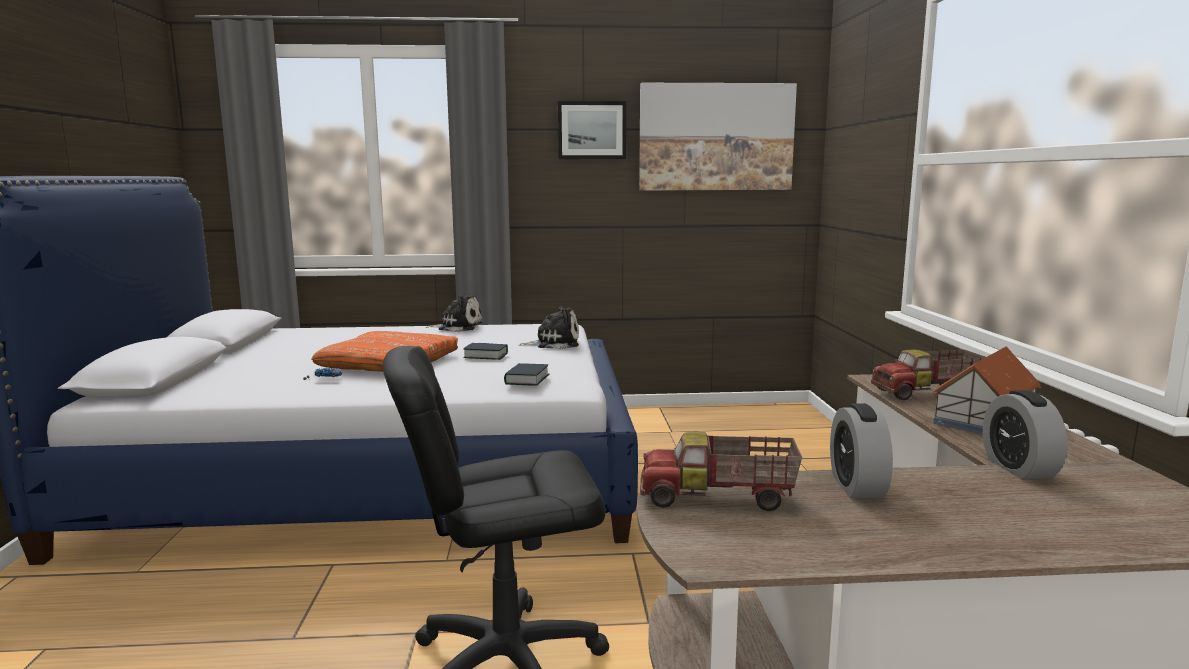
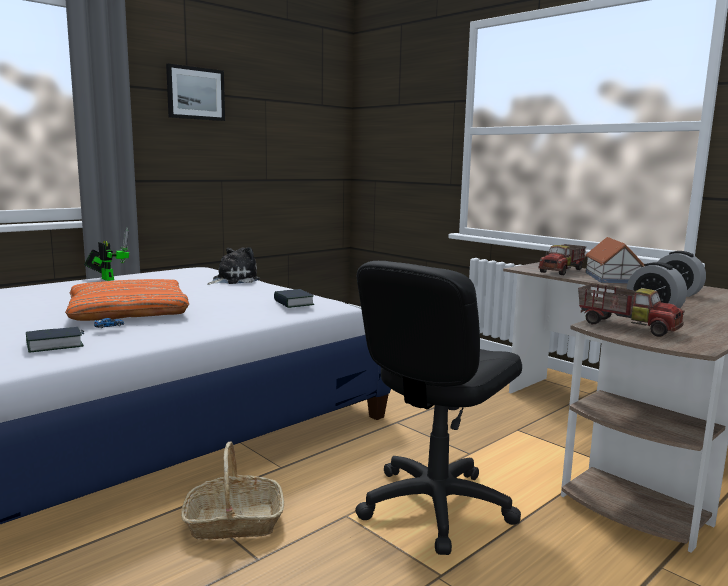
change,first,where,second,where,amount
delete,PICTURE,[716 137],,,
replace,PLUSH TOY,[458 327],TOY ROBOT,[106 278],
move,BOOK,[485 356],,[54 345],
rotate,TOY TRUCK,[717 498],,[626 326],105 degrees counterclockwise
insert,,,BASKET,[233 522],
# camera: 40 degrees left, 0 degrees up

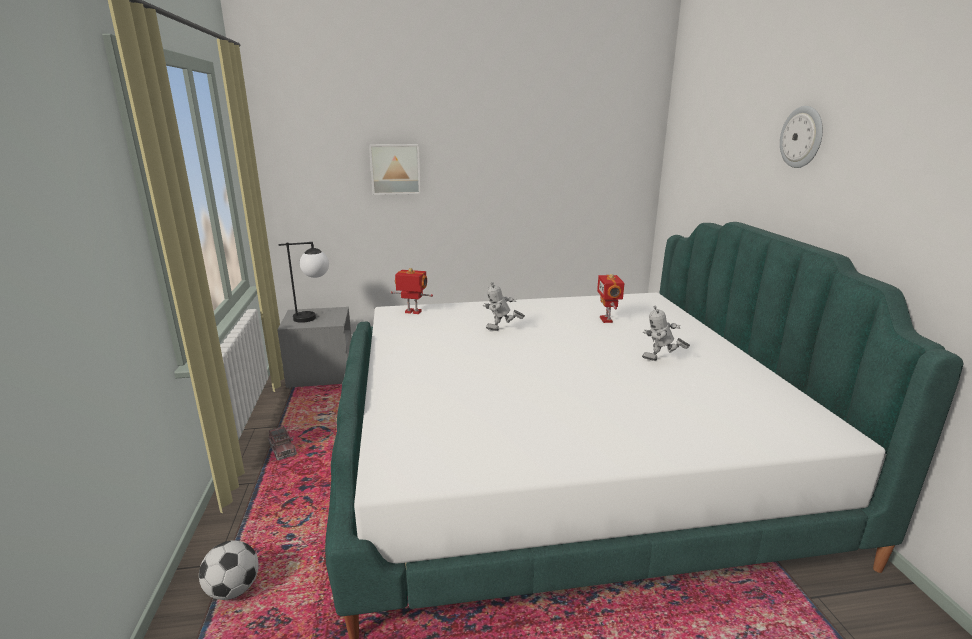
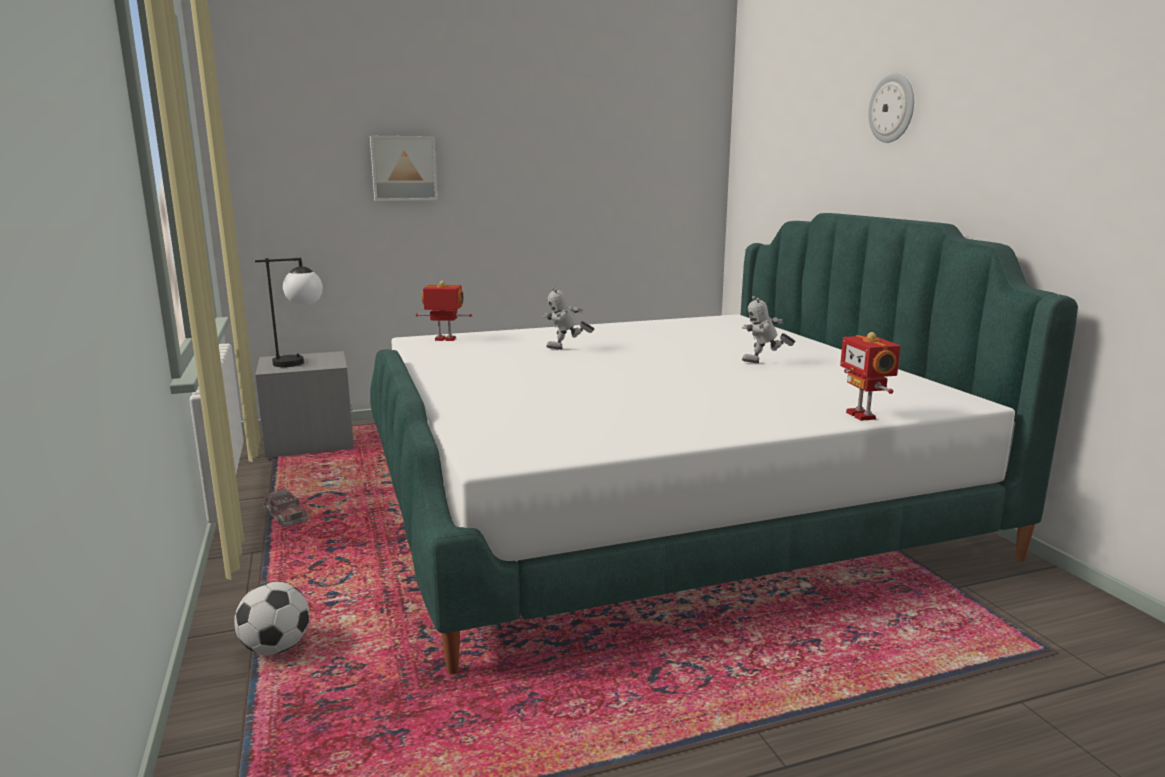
change,first,where,second,where,amount
move,TOY ROBOT,[607 320],,[862 415],
# camera: 10 degrees left, 5 degrees down

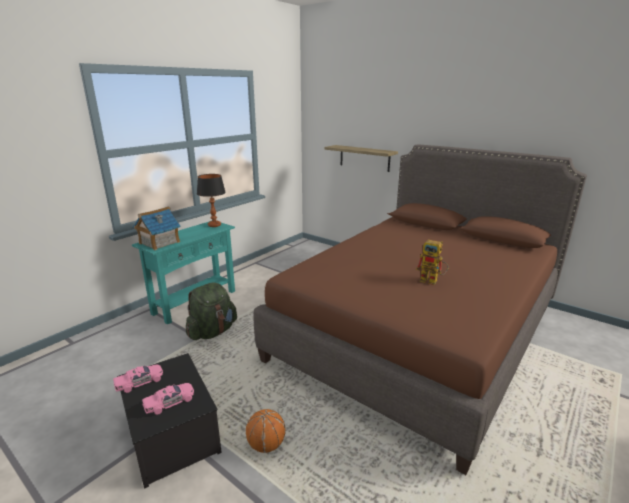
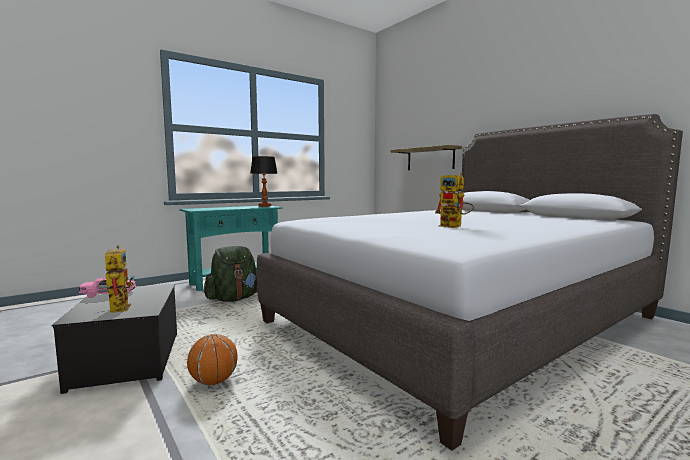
change,first,where,second,where,amount
recolor,BROWN BED,[418 331],GREY BED,[461 319],
delete,TOY HOUSE,[159 242],,,
replace,PINK TOY CAR,[170 403],TOY ROBOT,[118 307],
# camera: 15 degrees right, 15 degrees down

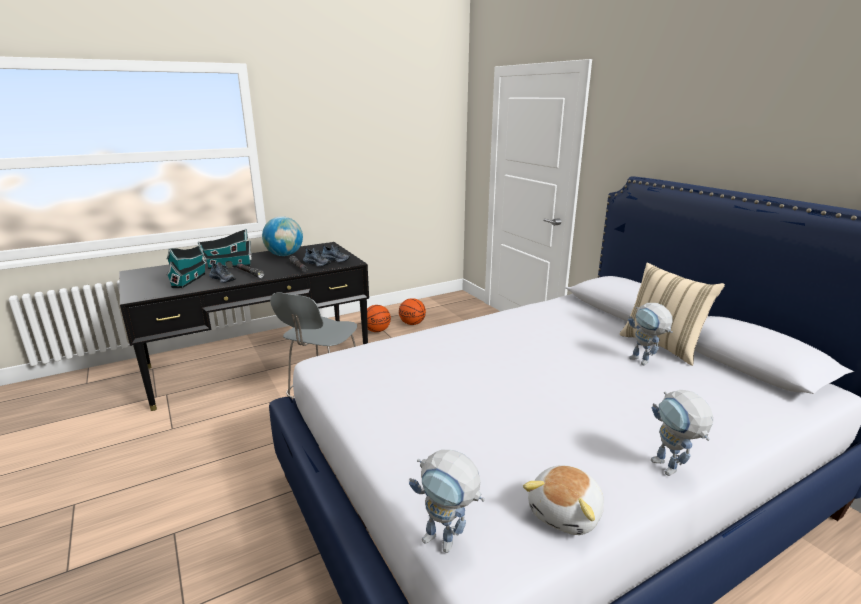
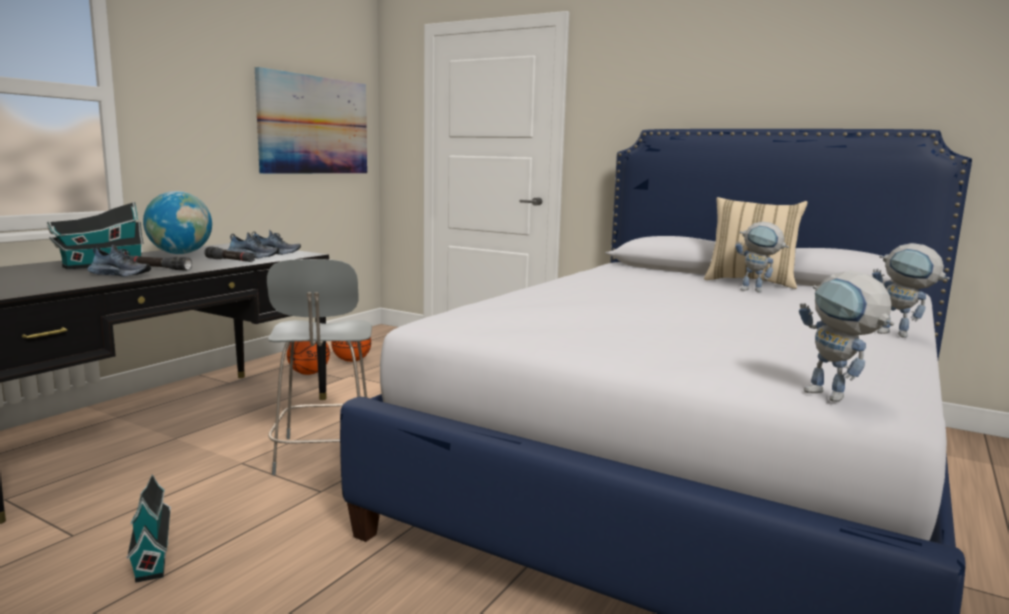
change,first,where,second,where,amount
move,TOY HOUSE,[190 280],,[152 553],
rotate,TOY ROBOT,[447 543],,[836 398],60 degrees clockwise
delete,PLUSH TOY,[566 513],,,
insert,,,PICTURE,[314 125],
# camera: 30 degrees left, 10 degrees down

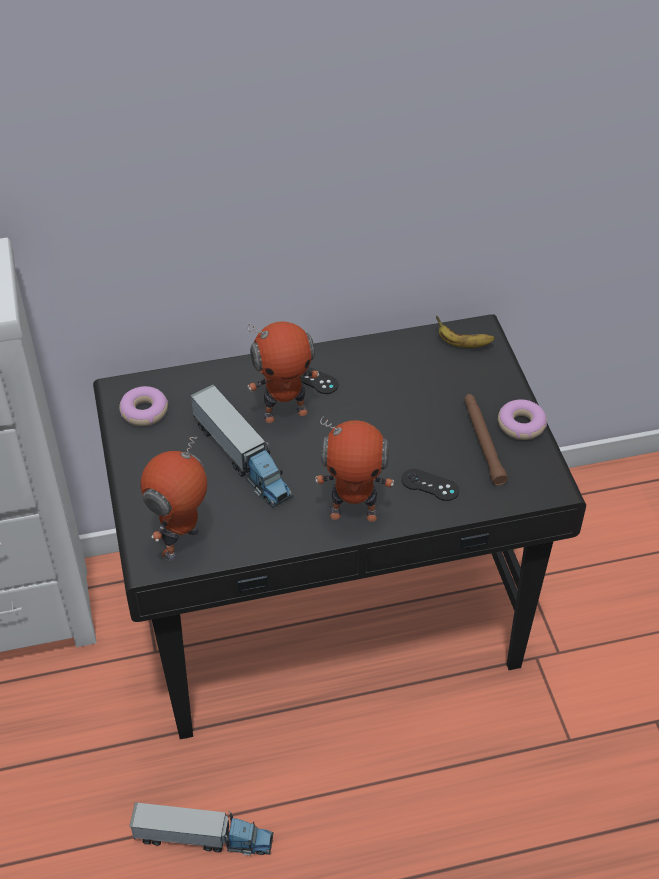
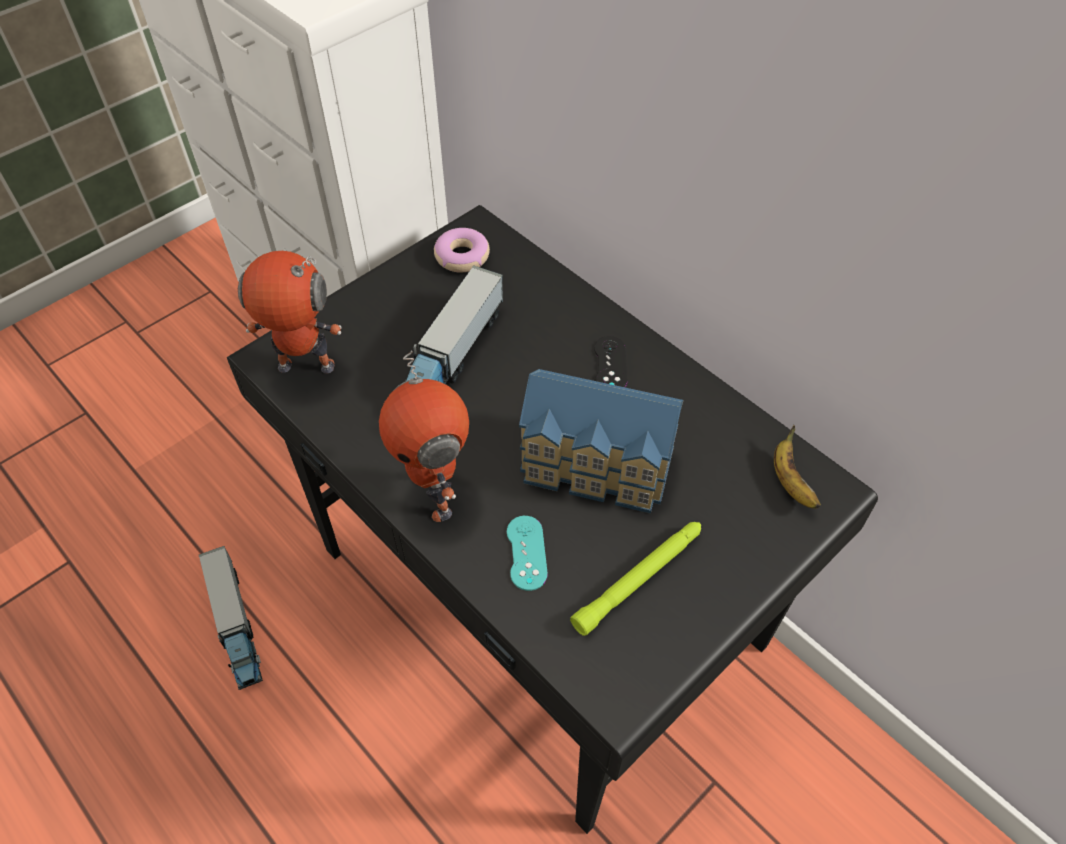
change,first,where,second,where,amount
delete,TOY ROBOT,[285 412],,,
recolor,BROWN FLASHLIGHT,[483 441],GREEN FLASHLIGHT,[639 578],
delete,DONUT,[521 425],,,
recolor,BLACK GAME CONTROLLER,[430 485],TURQUOISE GAME CONTROLLER,[526 552],
insert,,,TOY HOUSE,[596 467],
# camera: 60 degrees right, 5 degrees up

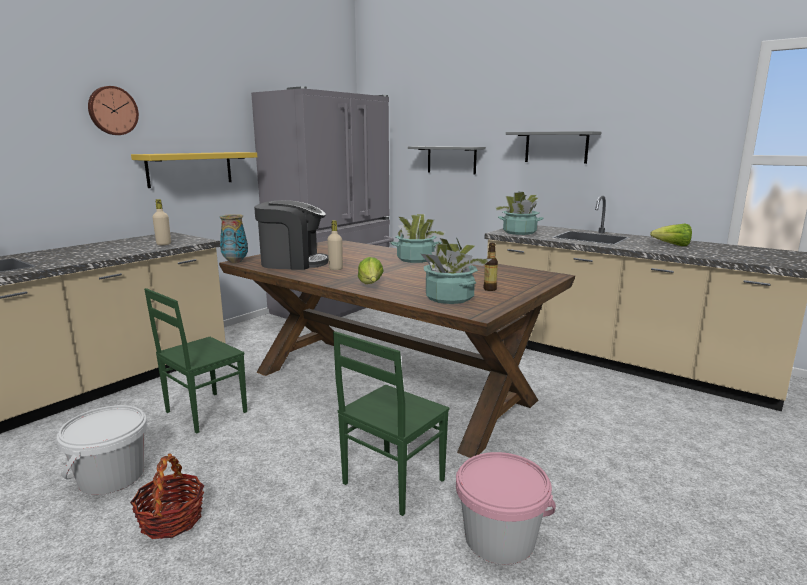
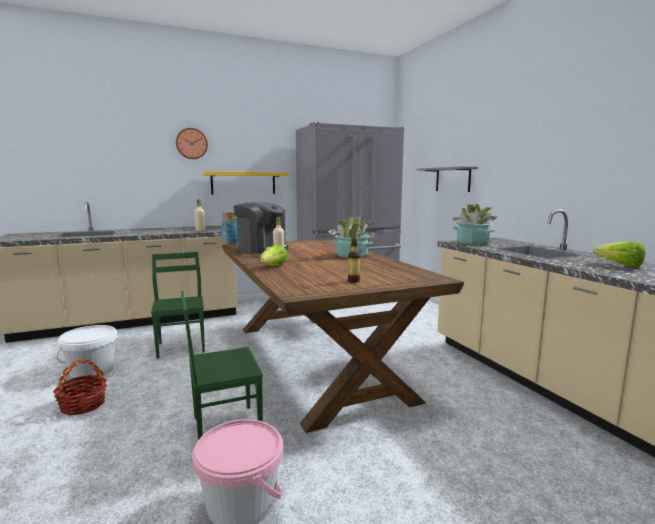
change,first,where,second,where,amount
delete,GREY SHELF,[556 147],,,
delete,POTTED PLANT,[449 297],,,
rotate,GREEN CHAIR,[204 412],,[182 347],90 degrees clockwise
# camera: 30 degrees right, 5 degrees down

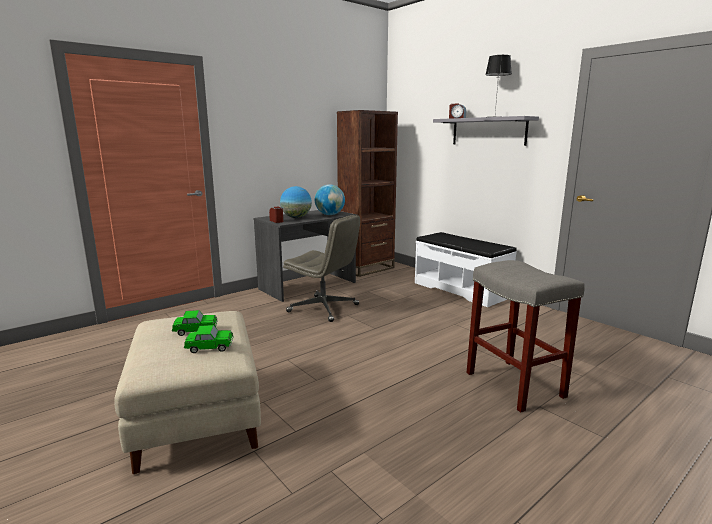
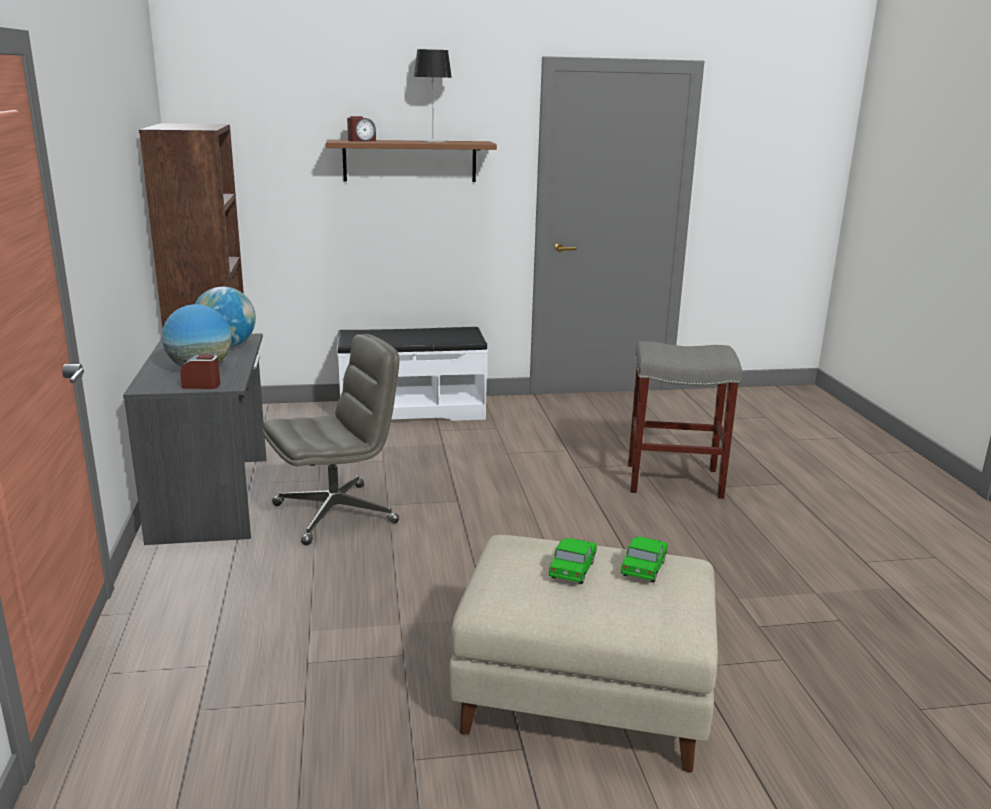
change,first,where,second,where,amount
recolor,GREY SHELF,[488 131],BROWN SHELF,[410 161],
# camera: 60 degrees left, 5 degrees up

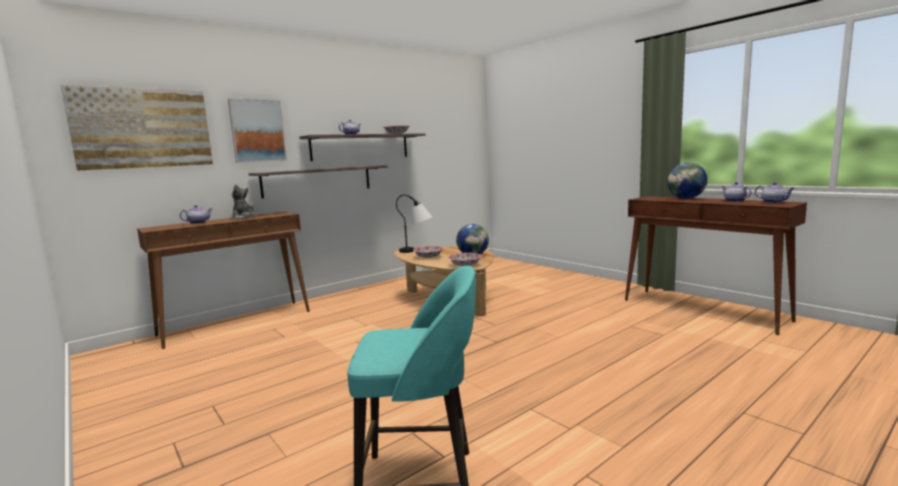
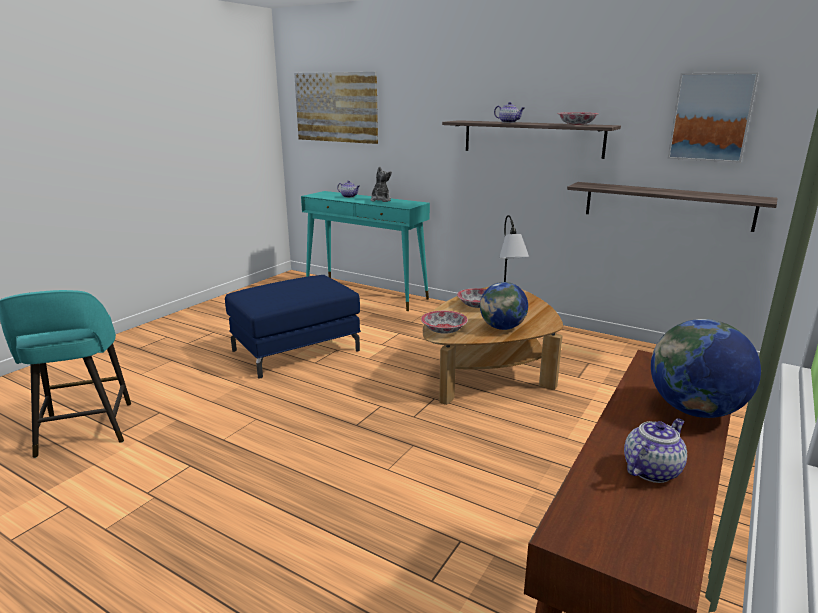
change,first,where,second,where,amount
move,PICTURE,[258 131],,[711 117],
move,SHELF,[318 181],,[667 205],
delete,TEAPOT,[773 202],,,
recolor,BROWN CONSOLE TABLE,[237 323],TURQUOISE CONSOLE TABLE,[366 293],
insert,,,BLUE OTTOMAN,[296 350],
# camera: 70 degrees right, 10 degrees up

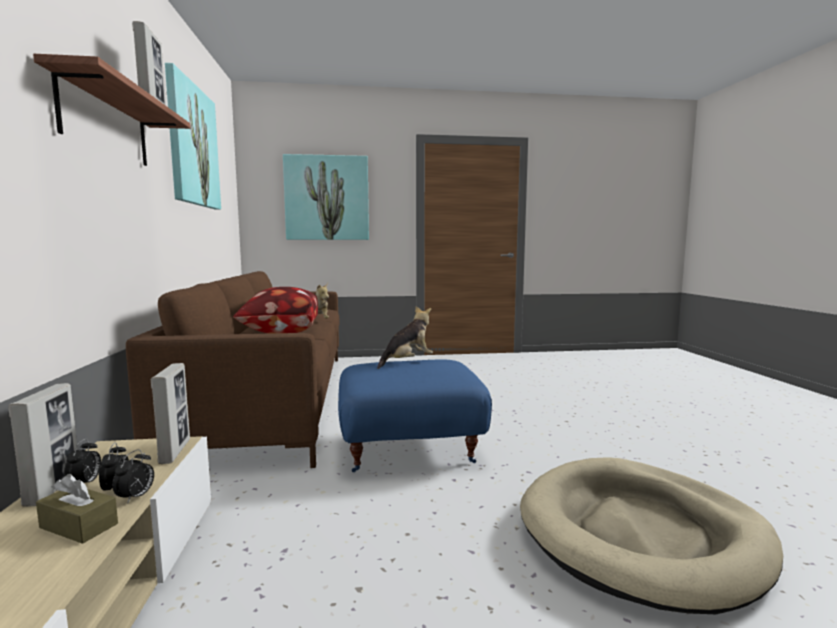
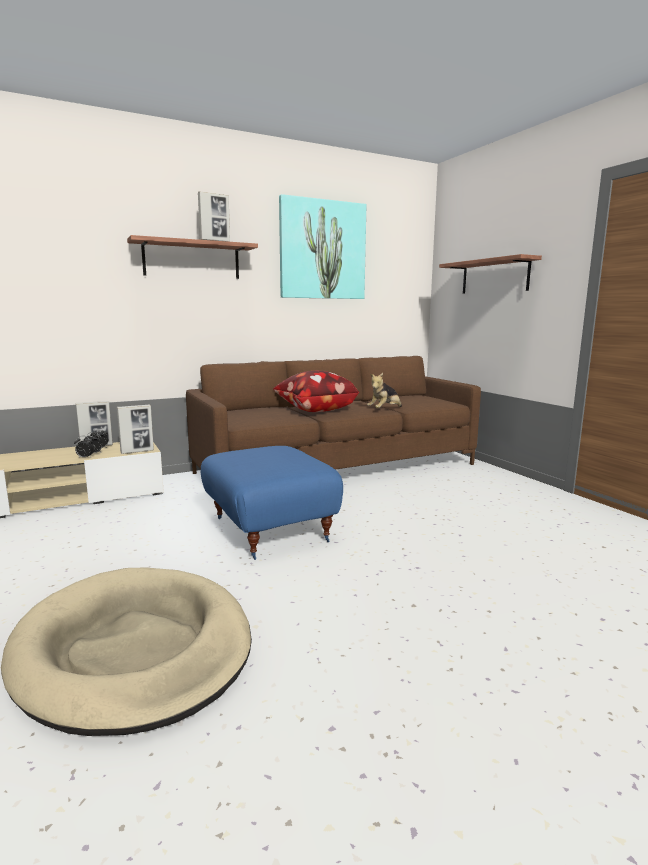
change,first,where,second,where,amount
replace,PICTURE,[327 198],SHELF,[494 276],
delete,PLUSH TOY,[407 362],,,
delete,BROWN TISSUE BOX,[79 526],,,
# camera: 70 degrees right, 5 degrees up

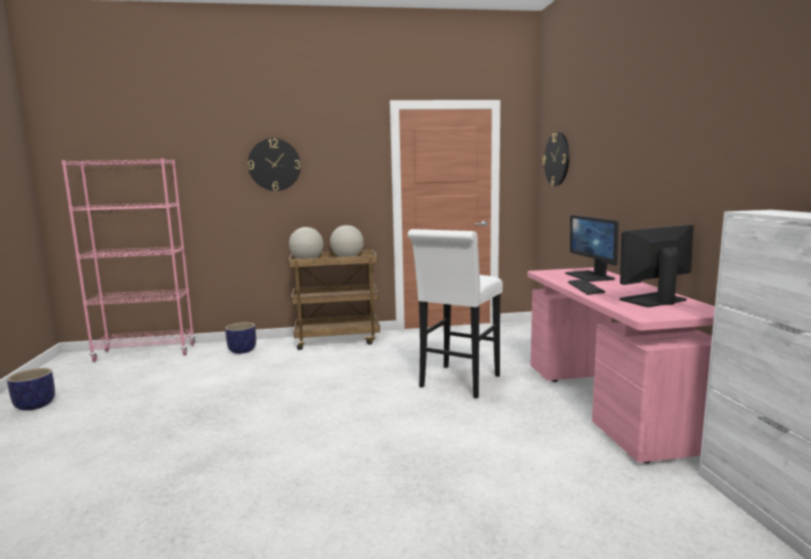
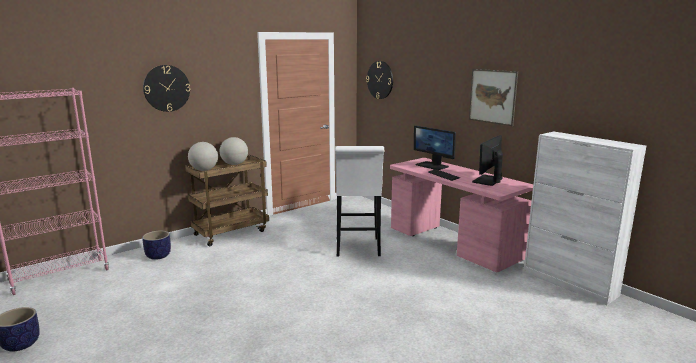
change,first,where,second,where,amount
insert,,,PICTURE,[492 96],
# camera: 30 degrees left, 5 degrees up

